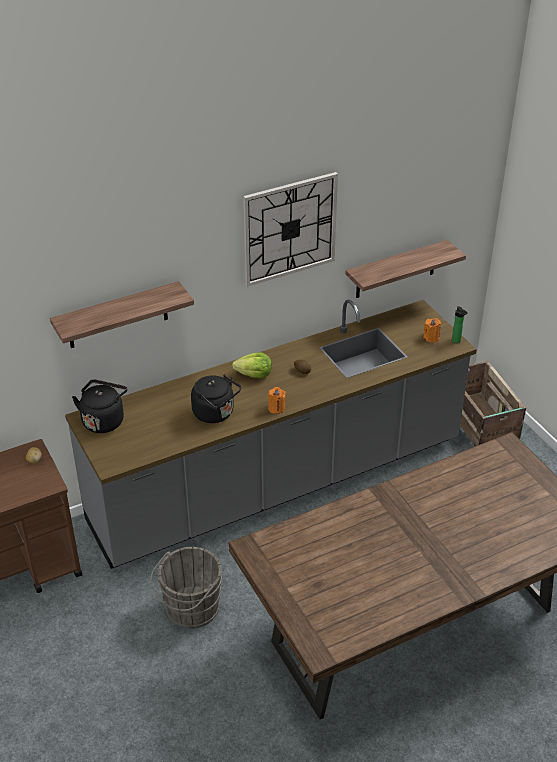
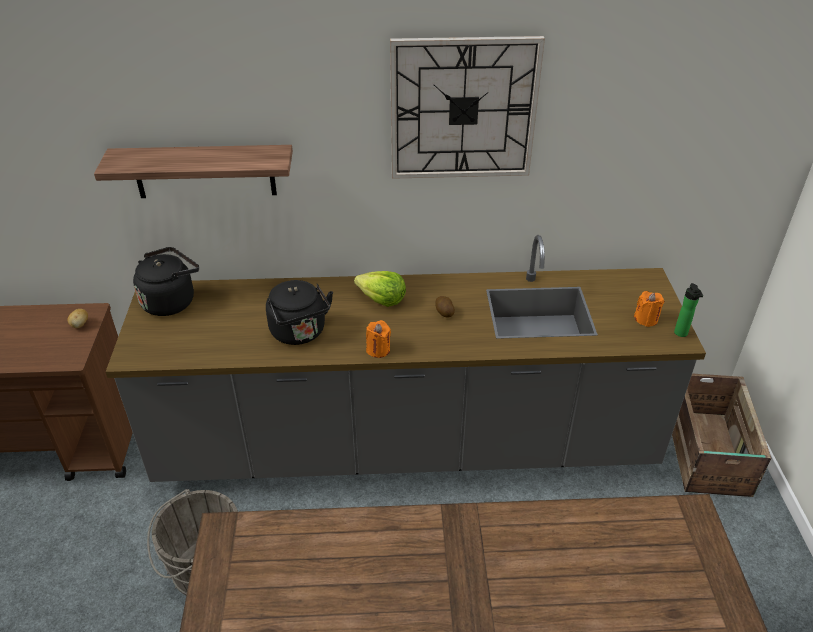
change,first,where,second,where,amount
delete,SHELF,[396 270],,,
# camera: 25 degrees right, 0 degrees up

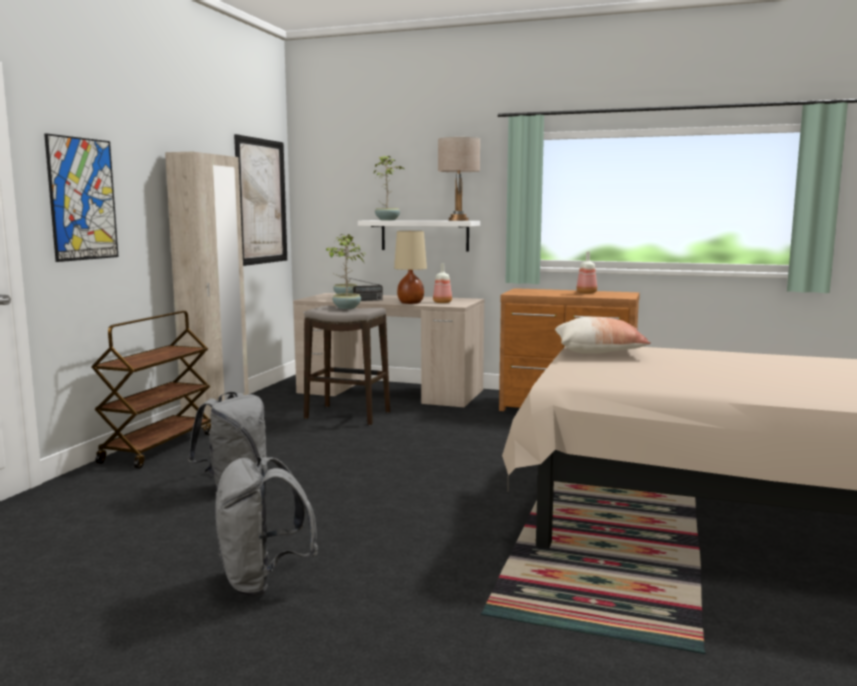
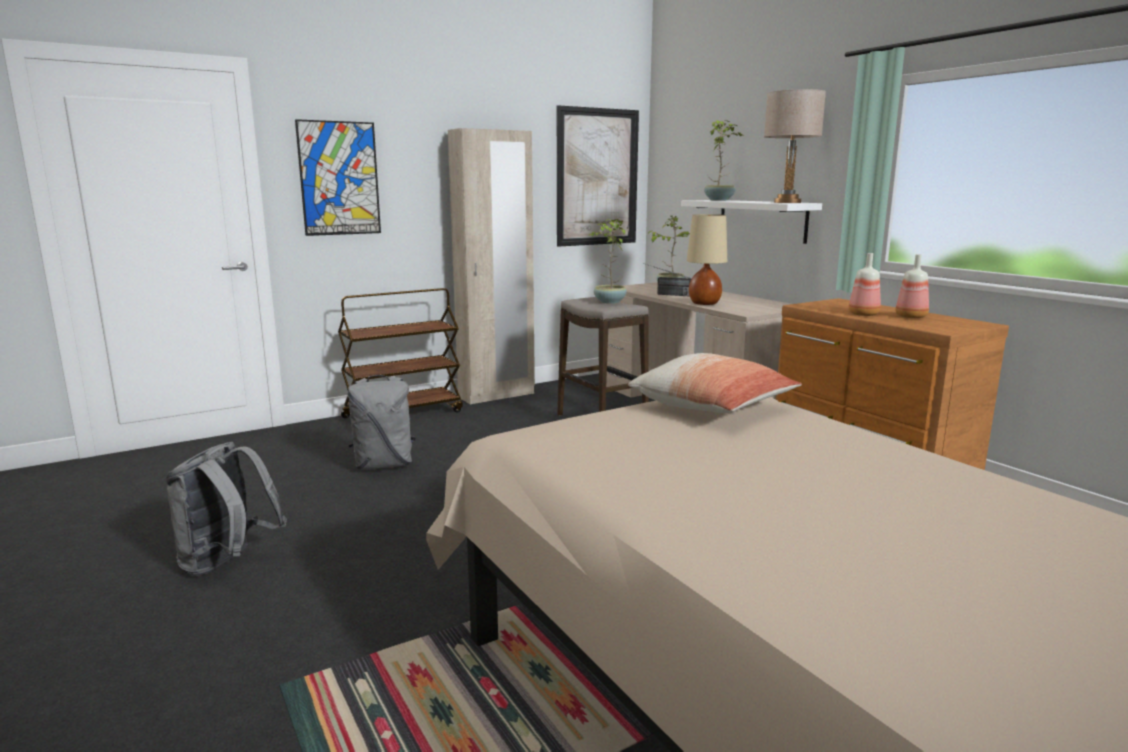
change,first,where,second,where,amount
move,BOTTLE,[443 302],,[864 314],
# camera: 40 degrees right, 5 degrees up

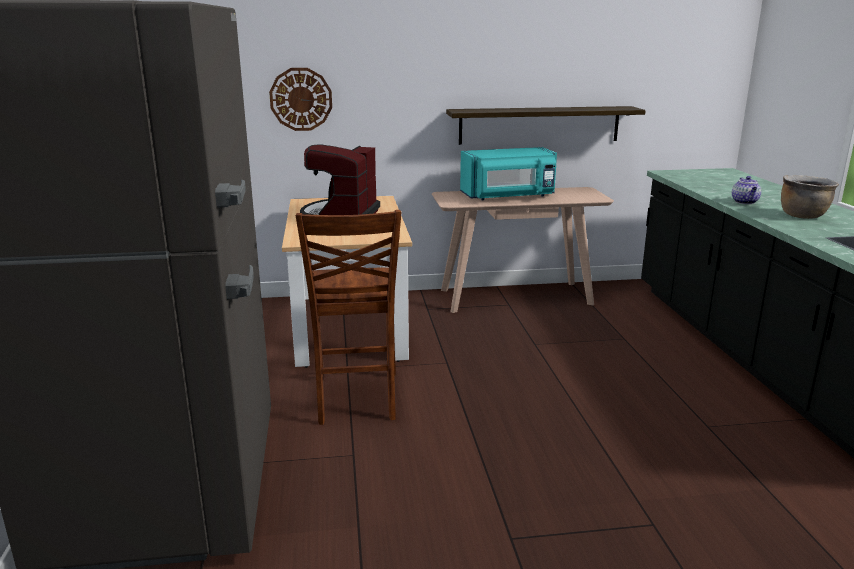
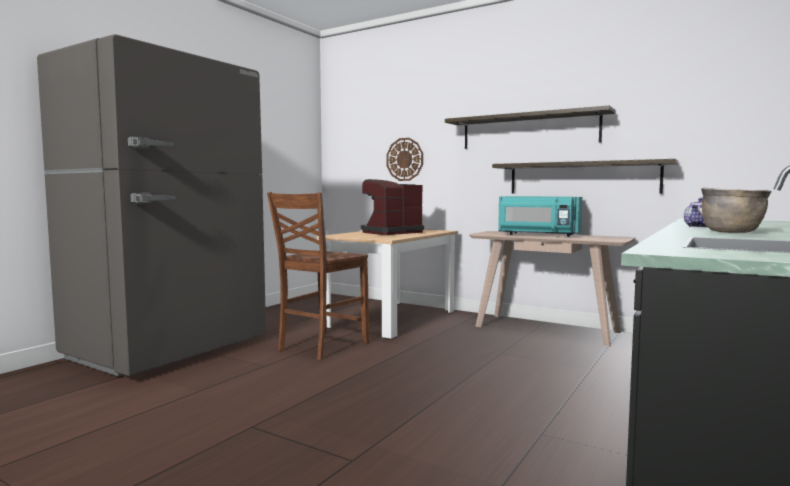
change,first,where,second,where,amount
insert,,,SHELF,[529 130],
# camera: 40 degrees right, 15 degrees down

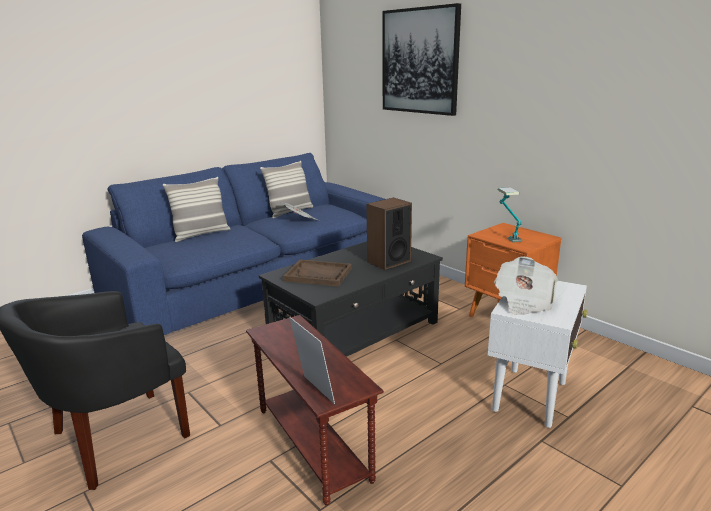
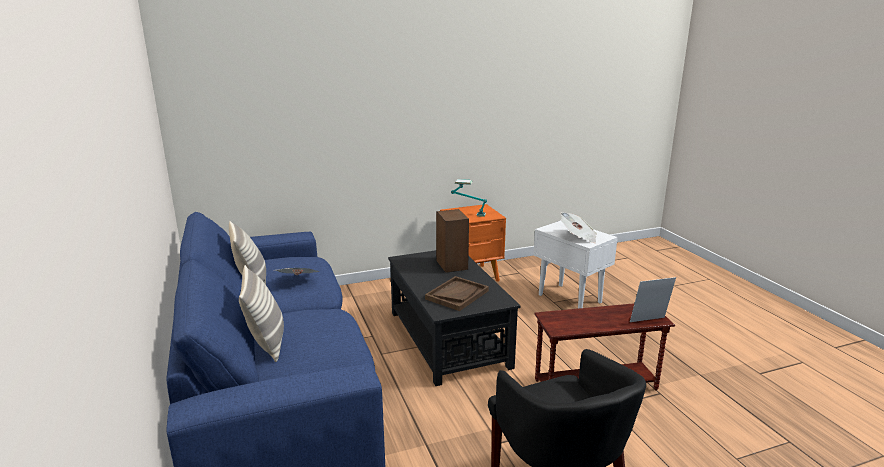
change,first,where,second,where,amount
delete,PICTURE,[419 61],,,
# camera: 70 degrees left, 0 degrees up

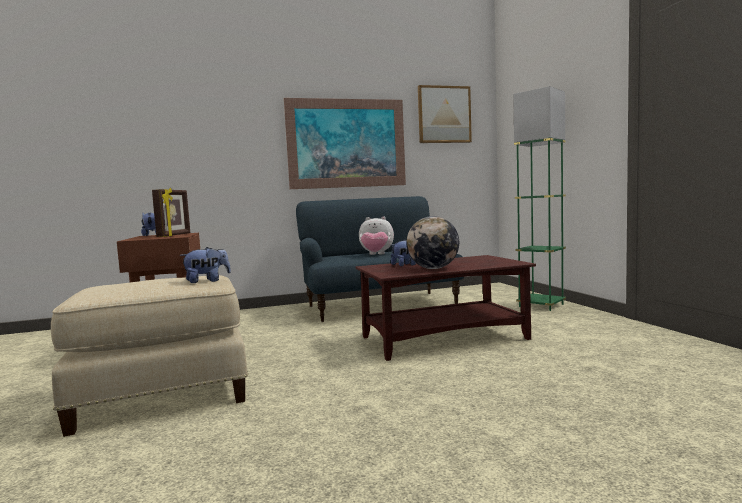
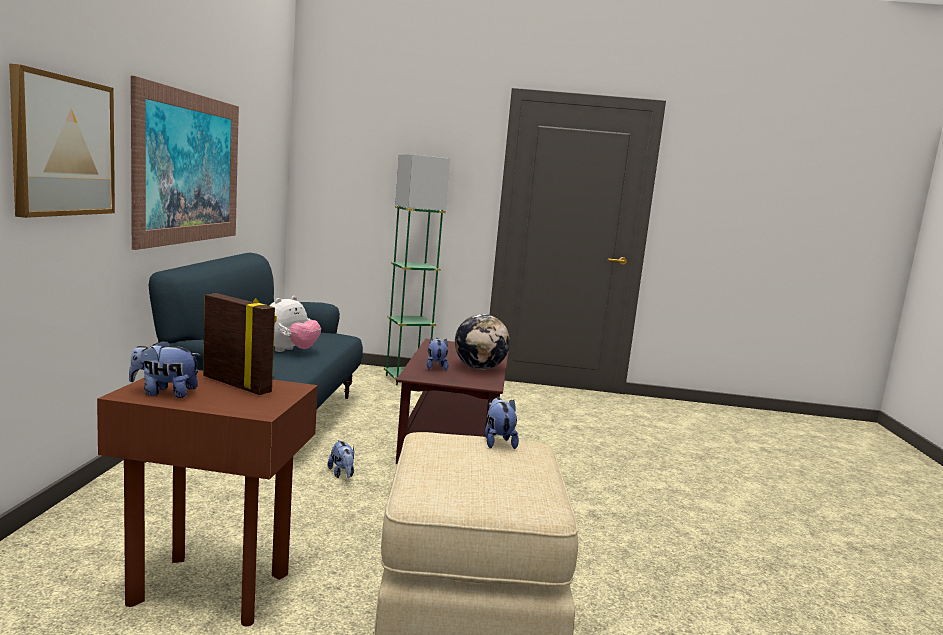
change,first,where,second,where,amount
move,PICTURE,[444 115],,[63 146],
insert,,,PLUSH TOY,[342 474],
# camera: 70 degrees left, 5 degrees up

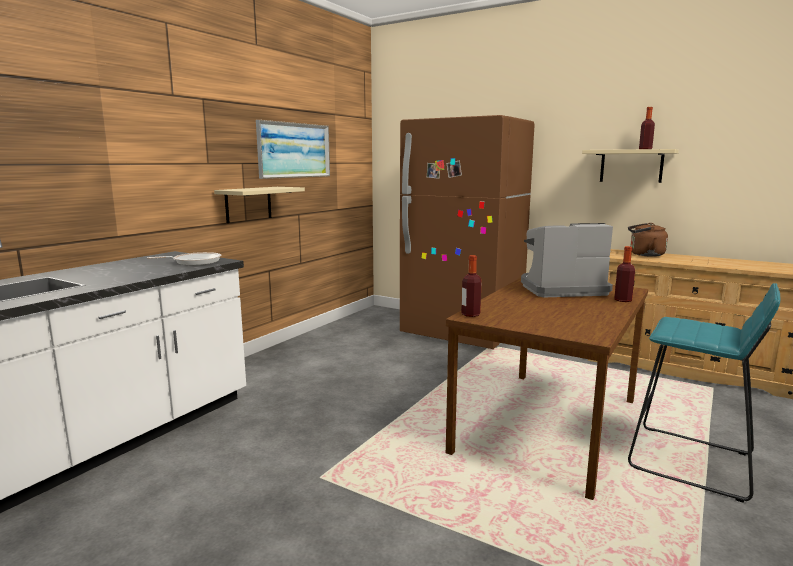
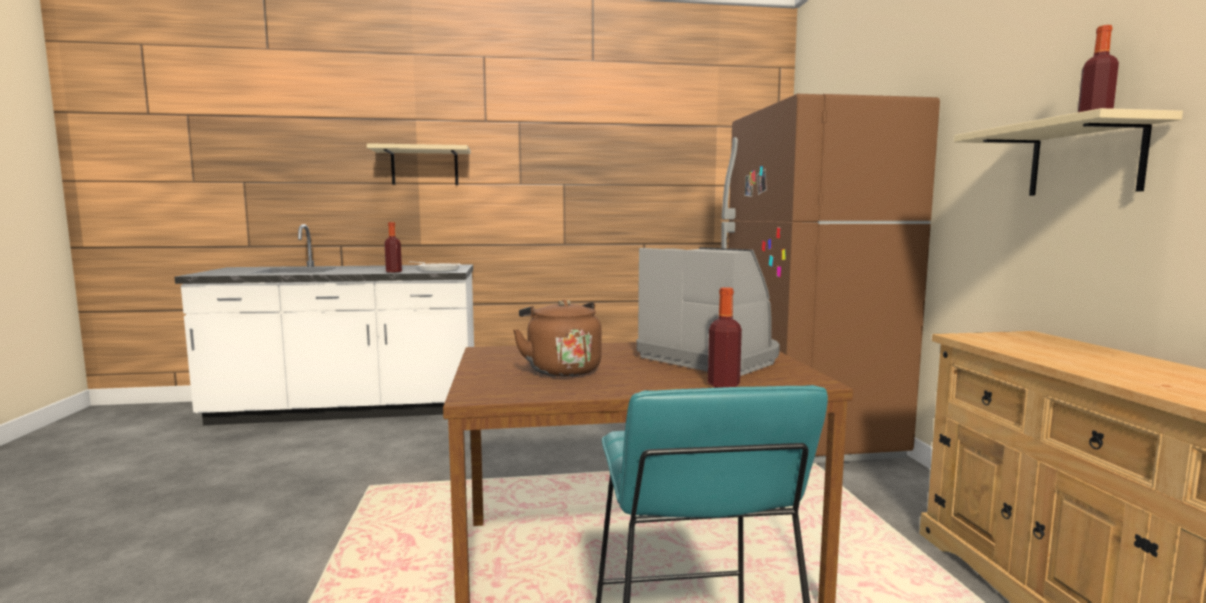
change,first,where,second,where,amount
delete,PICTURE,[294 150],,,
move,BEIGE SHELF,[248 204],,[424 167],
move,BROWN KETTLE,[644 255],,[561 369],
move,BOTTLE,[470 314],,[393 272],
# camera: 50 degrees right, 5 degrees down

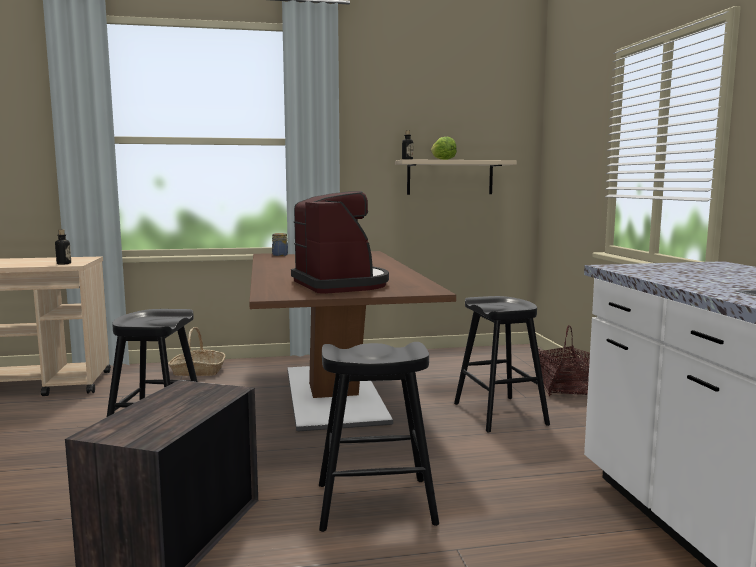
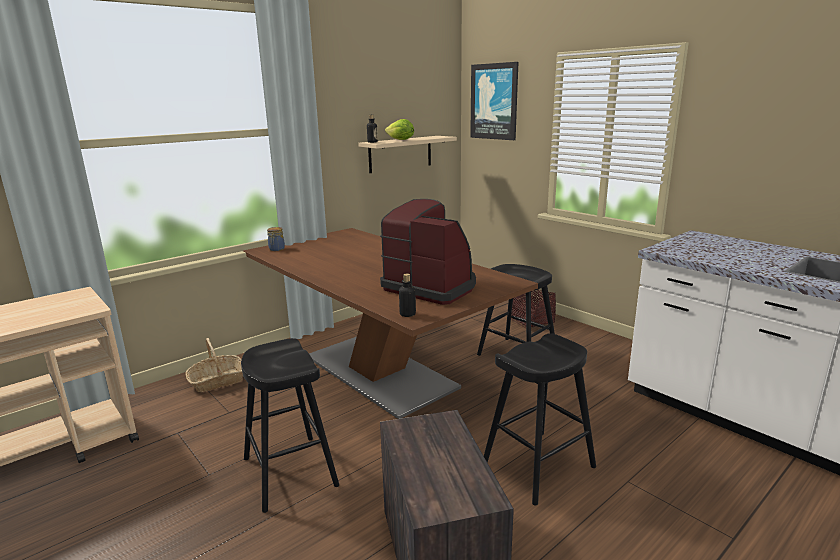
change,first,where,second,where,amount
move,BOTTLE,[64 263],,[407 314],
insert,,,PICTURE,[494 101],
# camera: 30 degrees left, 10 degrees up

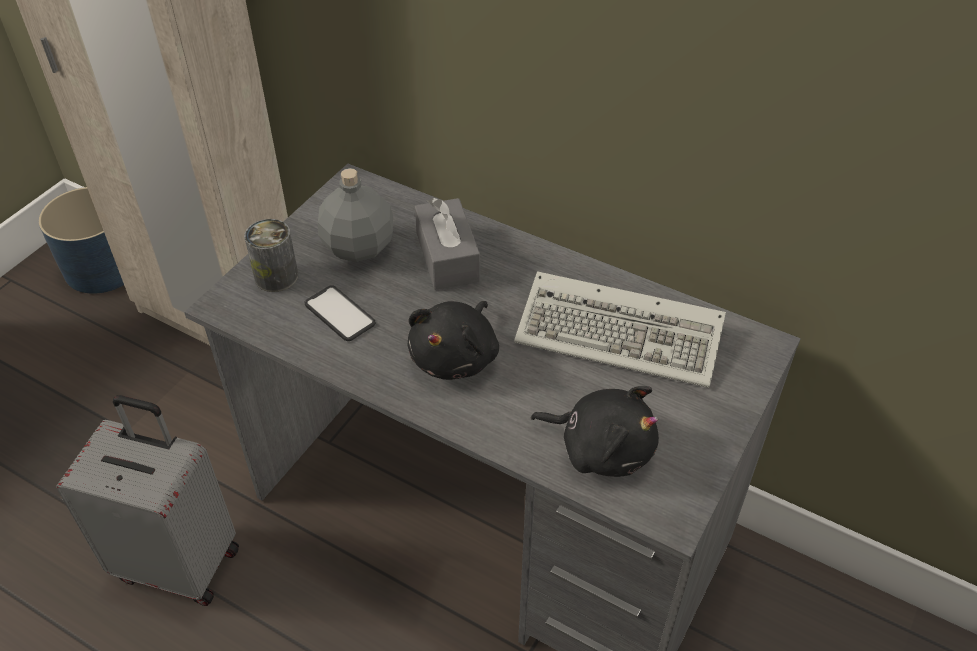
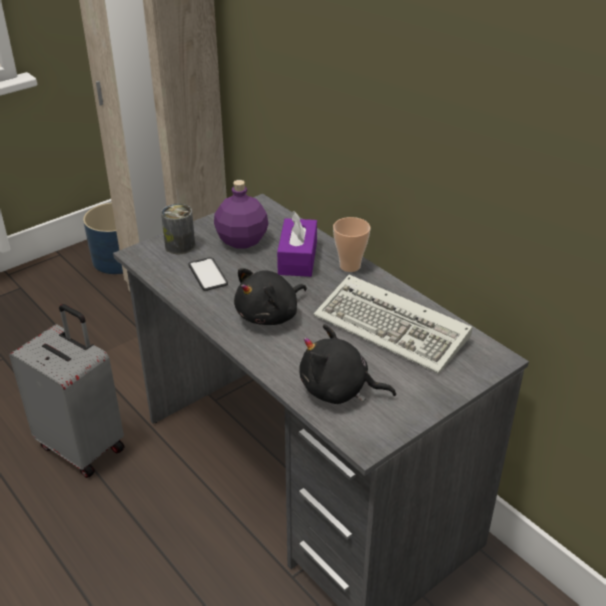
change,first,where,second,where,amount
recolor,GREY BOTTLE,[357 247],PURPLE BOTTLE,[241 241],
recolor,GREY TISSUE BOX,[447 257],PURPLE TISSUE BOX,[297 258],
rotate,BLACK PLUSH TOY,[601 448],,[338 390],150 degrees clockwise
insert,,,CUP,[350 266],
# camera: 20 degrees right, 10 degrees down

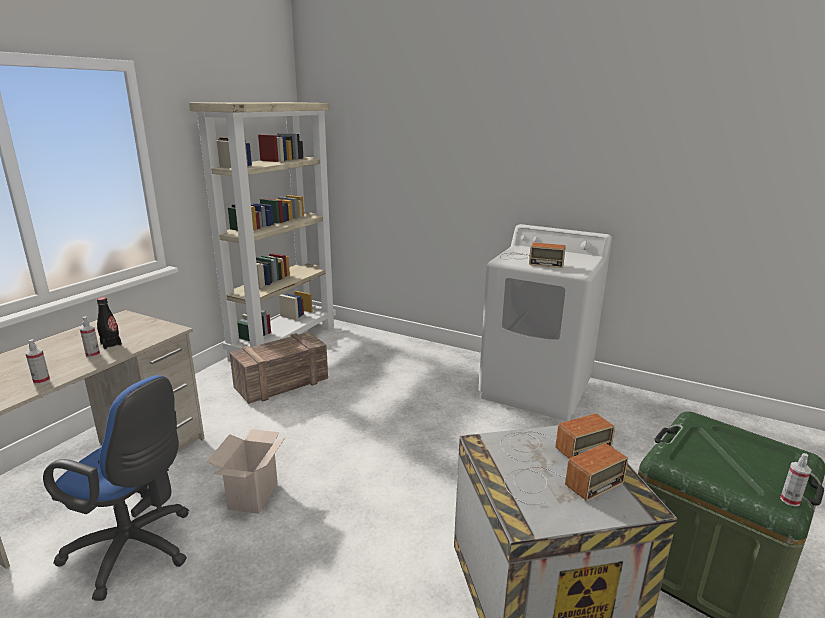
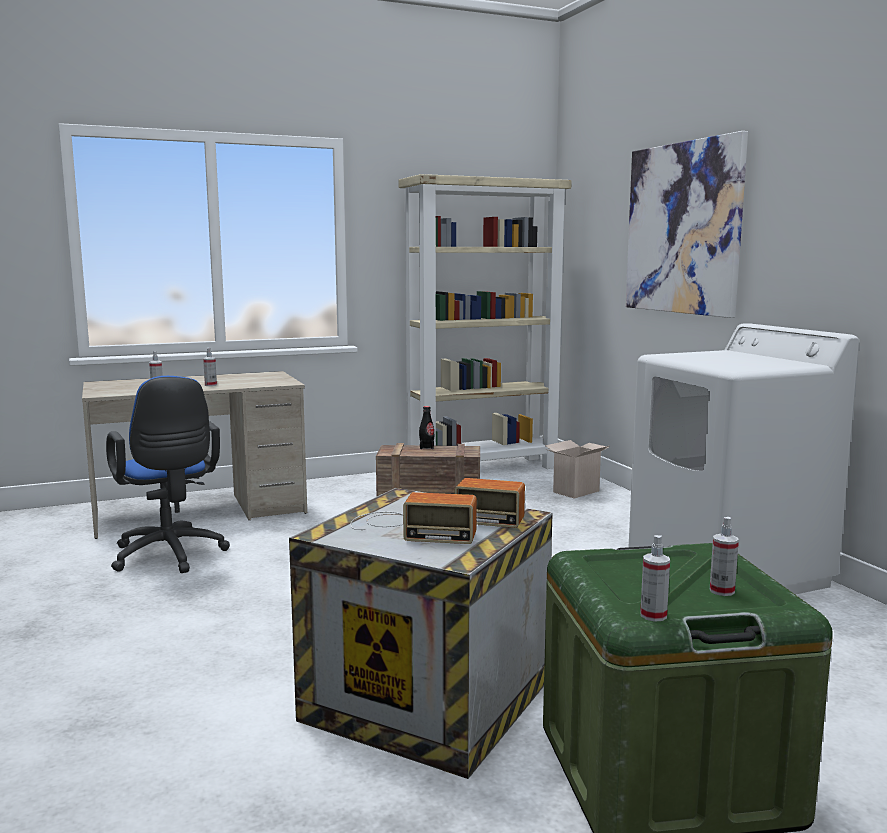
change,first,where,second,where,amount
delete,RADIO,[529 260],,,
move,BLACK BOTTLE,[111 344],,[426 447],
move,CARDBOARD BOX,[252 494],,[576 491],
insert,,,PICTURE,[683 228],
insert,,,SPRAY BOTTLE,[722 591],
# camera: 40 degrees right, 10 degrees down

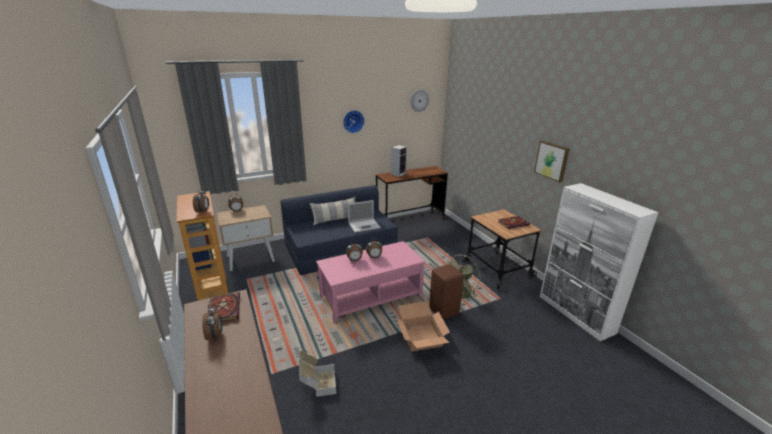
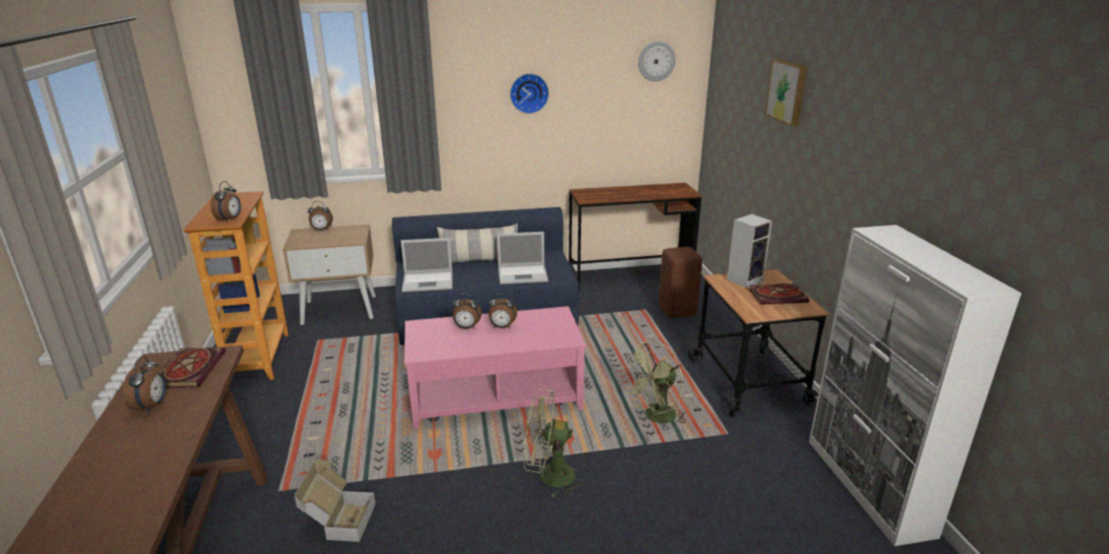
change,first,where,second,where,amount
move,PICTURE,[552 160],,[788 91],
move,SPEAKER,[398 174],,[745 280],
move,BROWN STOOL,[443 312],,[676 312],
replace,CARDBOARD BOX,[422 337],GREEN FAN,[548 477],
insert,,,LAPTOP,[429 282],
# camera: 15 degrees right, 0 degrees up

